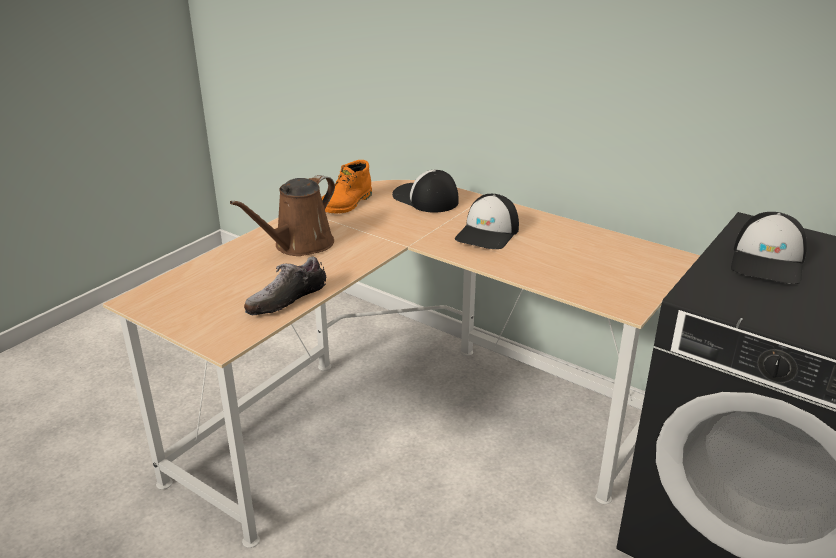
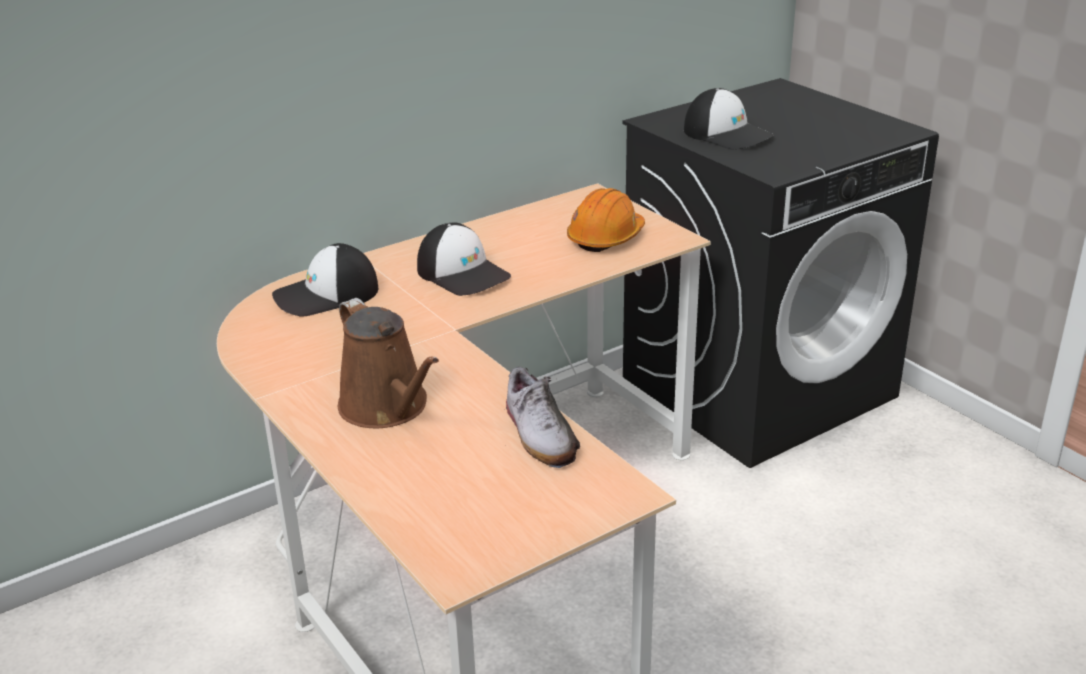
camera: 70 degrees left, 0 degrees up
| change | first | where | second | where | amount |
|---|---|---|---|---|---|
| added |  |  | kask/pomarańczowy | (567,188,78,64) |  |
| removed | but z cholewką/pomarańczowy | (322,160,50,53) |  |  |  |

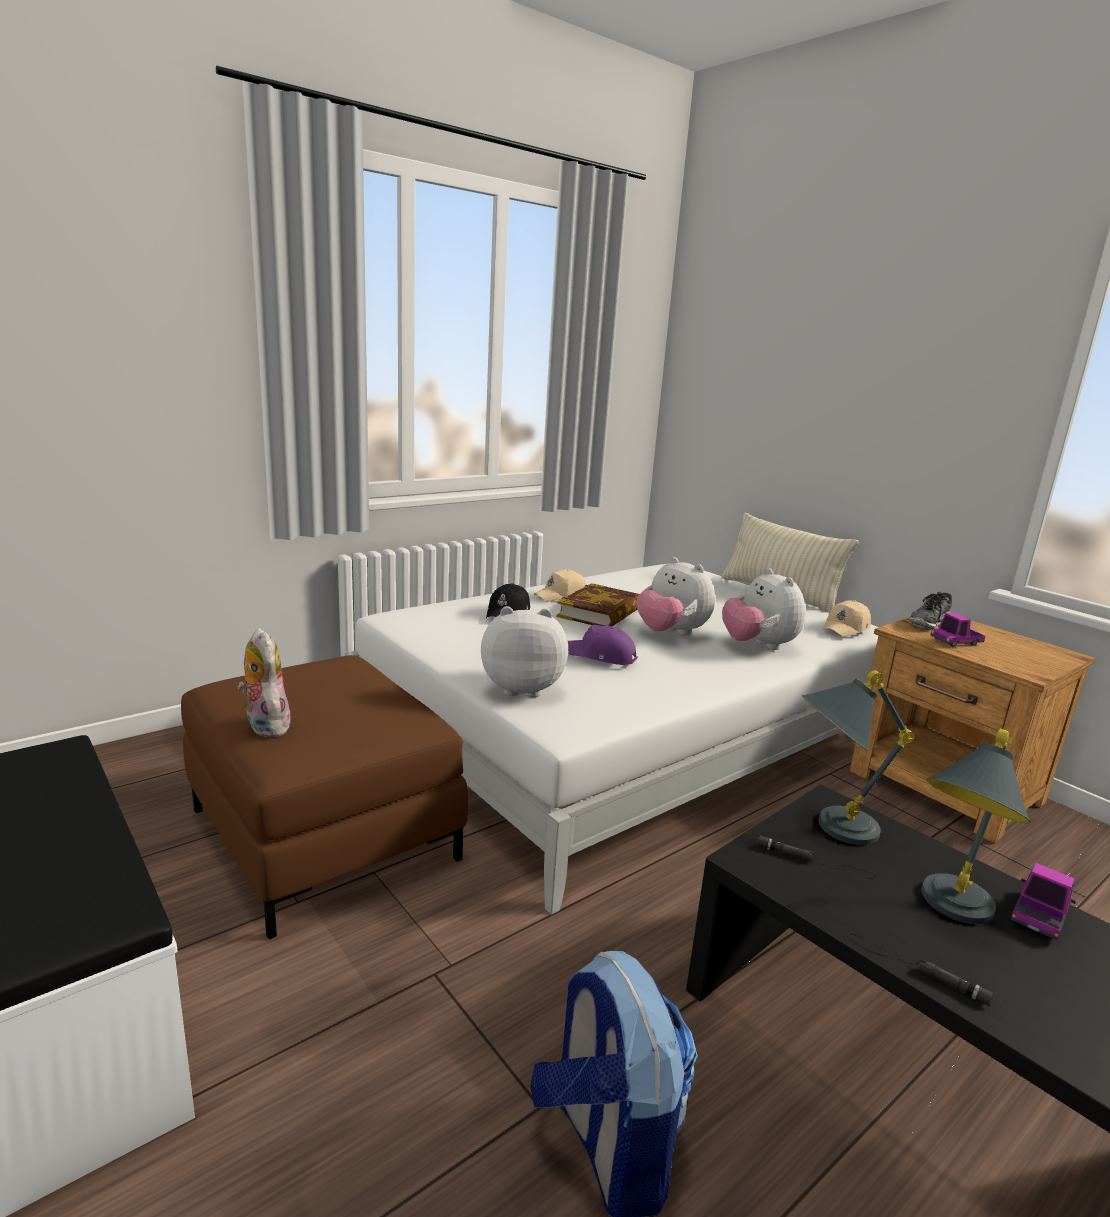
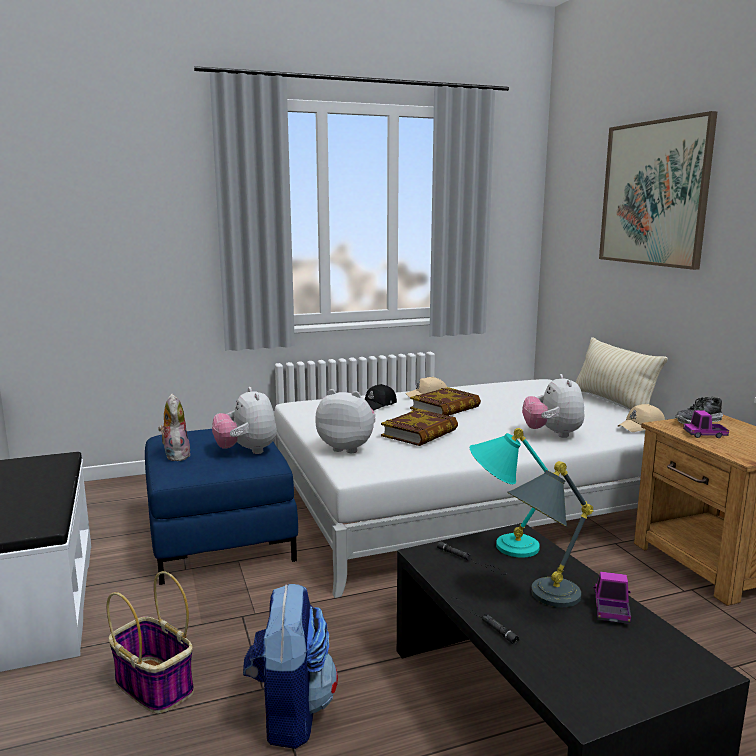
camera: 20 degrees right, 5 degrees down
| change | first | where | second | where | amount |
|---|---|---|---|---|---|
| added |  |  | koszyk | (107,571,87,143) |  |
| recoloured | pufa/brązowy | (181,655,287,284) | pufa/niebieski | (145,429,153,156) |  |
| moved | pluszak | (637,557,78,78) |  | (212,387,65,67) |  |
| replaced | czapka z daszkiem/fioletowy | (568,625,69,40) | książka | (381,409,77,37) |  |
| recoloured | lampa stołowa/szary | (802,670,113,175) | lampa stołowa/turkusowy | (470,428,81,130) |  |
| turned | ciężarówka zabawkowa | (1011,863,65,78) |  | (593,572,38,52) | 45 degrees counterclockwise |
| added |  |  | obraz | (599,111,119,159) |  |

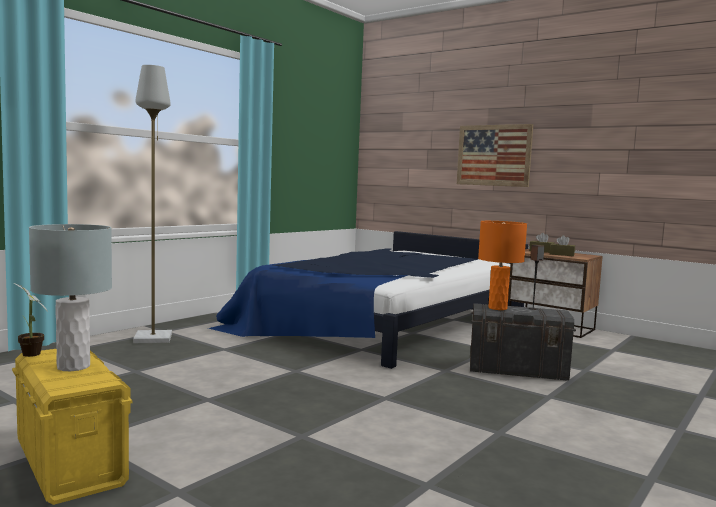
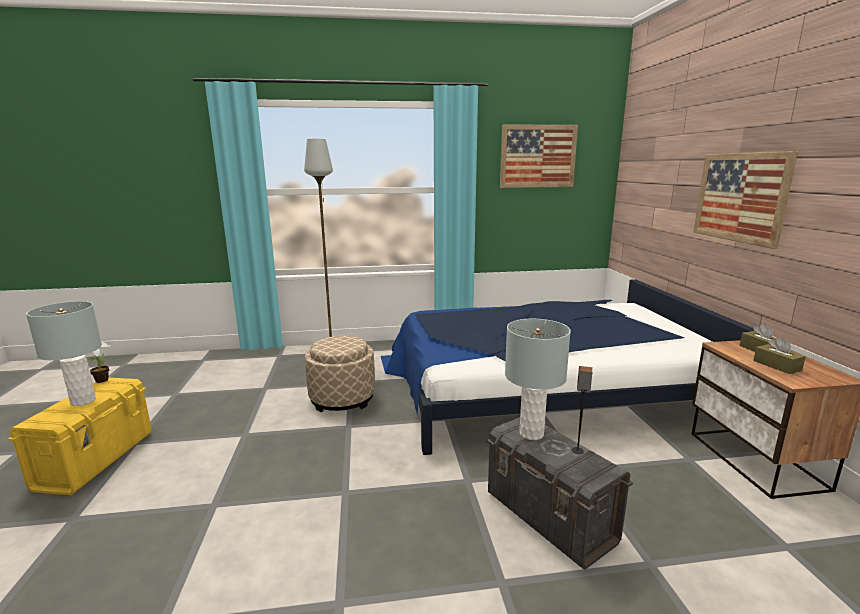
camera: 45 degrees right, 10 degrees up
| change | first | where | second | where | amount |
|---|---|---|---|---|---|
| added |  |  | pufa/beżowy | (305,336,70,76) |  |
| added |  |  | obraz | (500,124,78,64) |  |
| recoloured | lampa stołowa/pomarańczowy | (478,221,49,89) | lampa stołowa/szary | (505,319,66,121) |  |

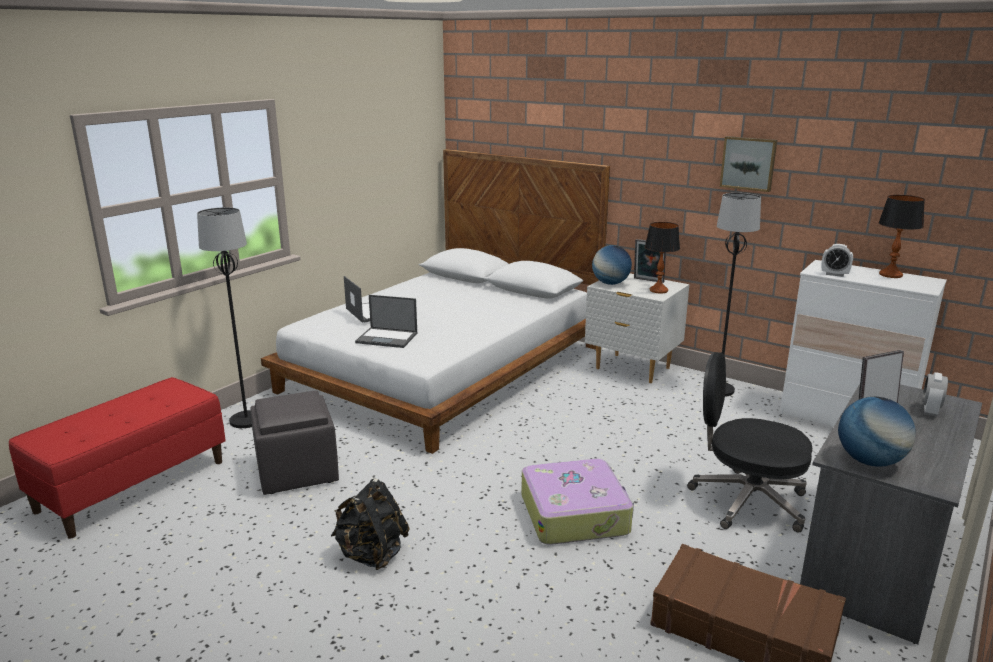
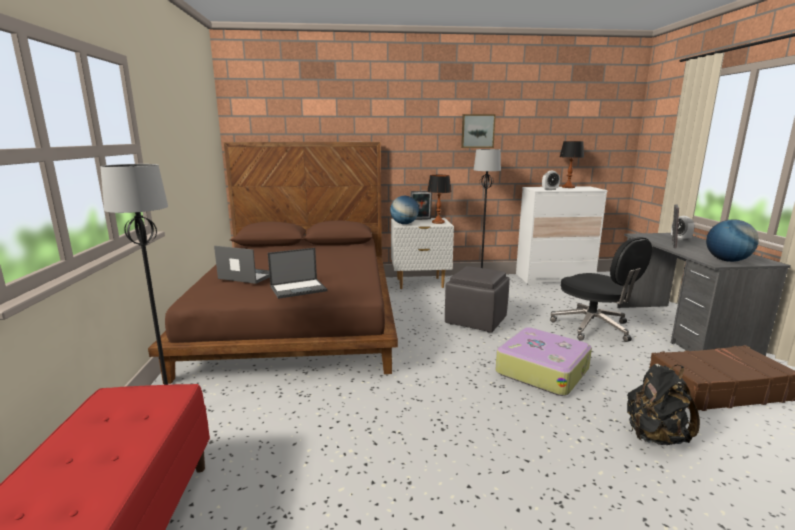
camera: 40 degrees left, 5 degrees down
| change | first | where | second | where | amount |
|---|---|---|---|---|---|
| recoloured | łóżko/biały | (261,149,349,305) | łóżko/brązowy | (148,142,250,242) |  |
| moved | pufa/szary | (250,390,89,105) |  | (445,266,65,67) |  |
| turned | krzesło biurowe/czarny | (687,352,125,181) |  | (550,237,102,105) | 105 degrees counterclockwise |
| moved | plecak/czarny | (331,478,79,92) |  | (627,364,73,81) |  |

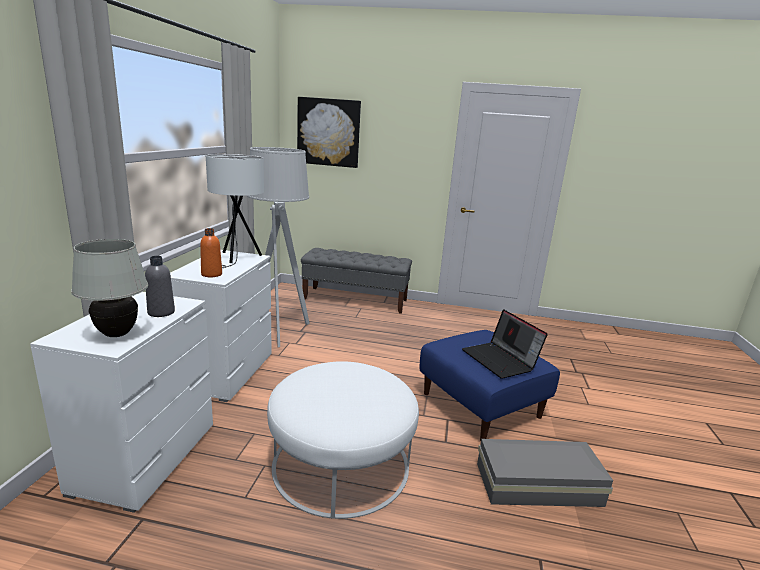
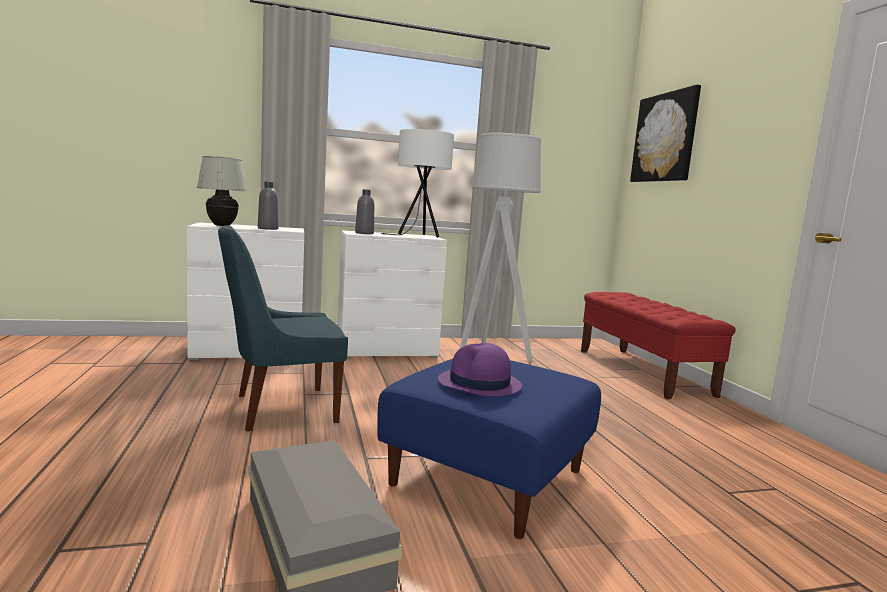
camera: 65 degrees right, 10 degrees down
| change | first | where | second | where | amount |
|---|---|---|---|---|---|
| replaced | pufa/biały | (267,361,152,158) | krzesło/niebieski | (218,225,130,207) |  |
| recoloured | butelka/pomarańczowy | (200,228,22,49) | butelka/szary | (355,189,19,45) |  |
| replaced | laptop | (462,309,86,70) | kapelusz/fioletowy | (438,342,84,55) |  |
| recoloured | ławka/szary | (301,248,111,66) | ławka/czerwony | (581,292,155,107) |  |

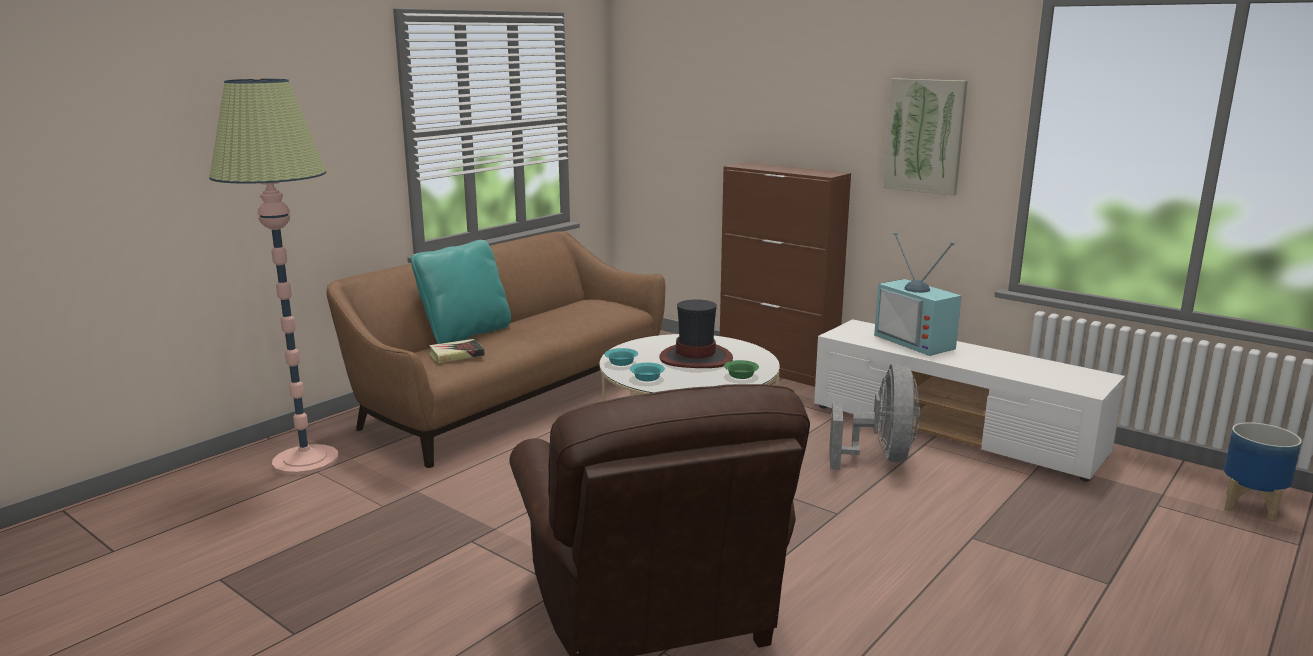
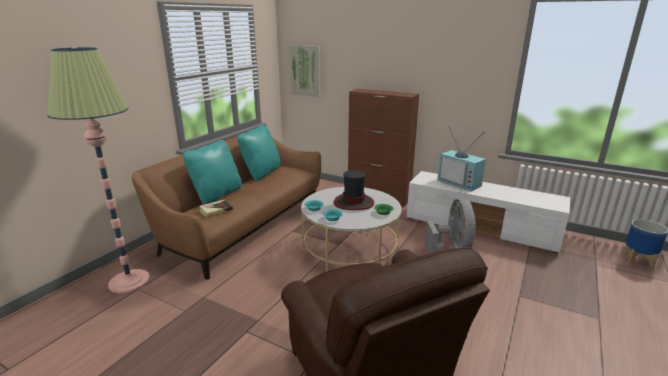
camera: 10 degrees left, 5 degrees up
| change | first | where | second | where | amount |
|---|---|---|---|---|---|
| added |  |  | poduszka/turkusowy | (237,125,44,56) |  |
| moved | obraz | (883,78,85,118) |  | (290,45,31,52) |  |

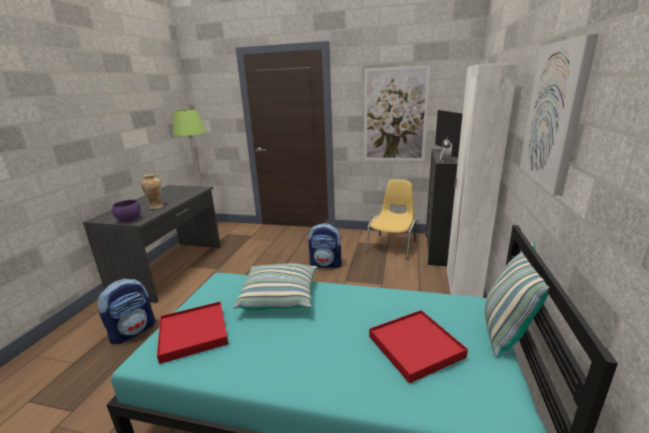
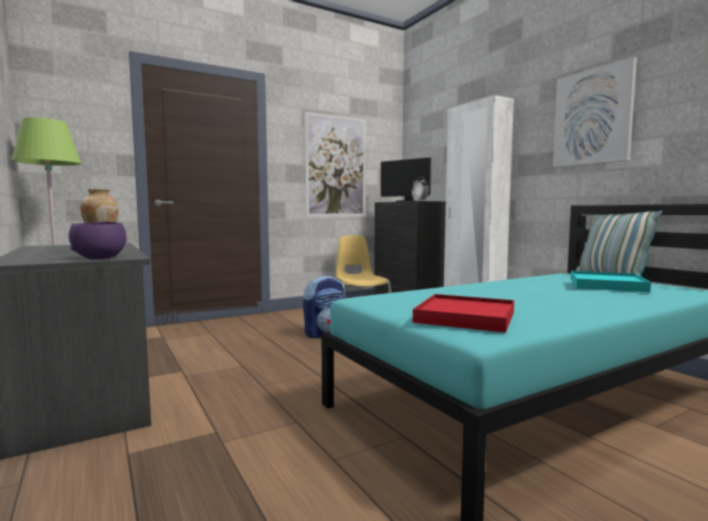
camera: 45 degrees left, 15 degrees down
| change | first | where | second | where | amount |
|---|---|---|---|---|---|
| recoloured | taca/czerwony | (369,310,99,73) | taca/turkusowy | (571,271,80,21) |  |
| removed | plecak | (98,279,57,65) |  |  |  |
| removed | poduszka | (233,263,84,47) |  |  |  |

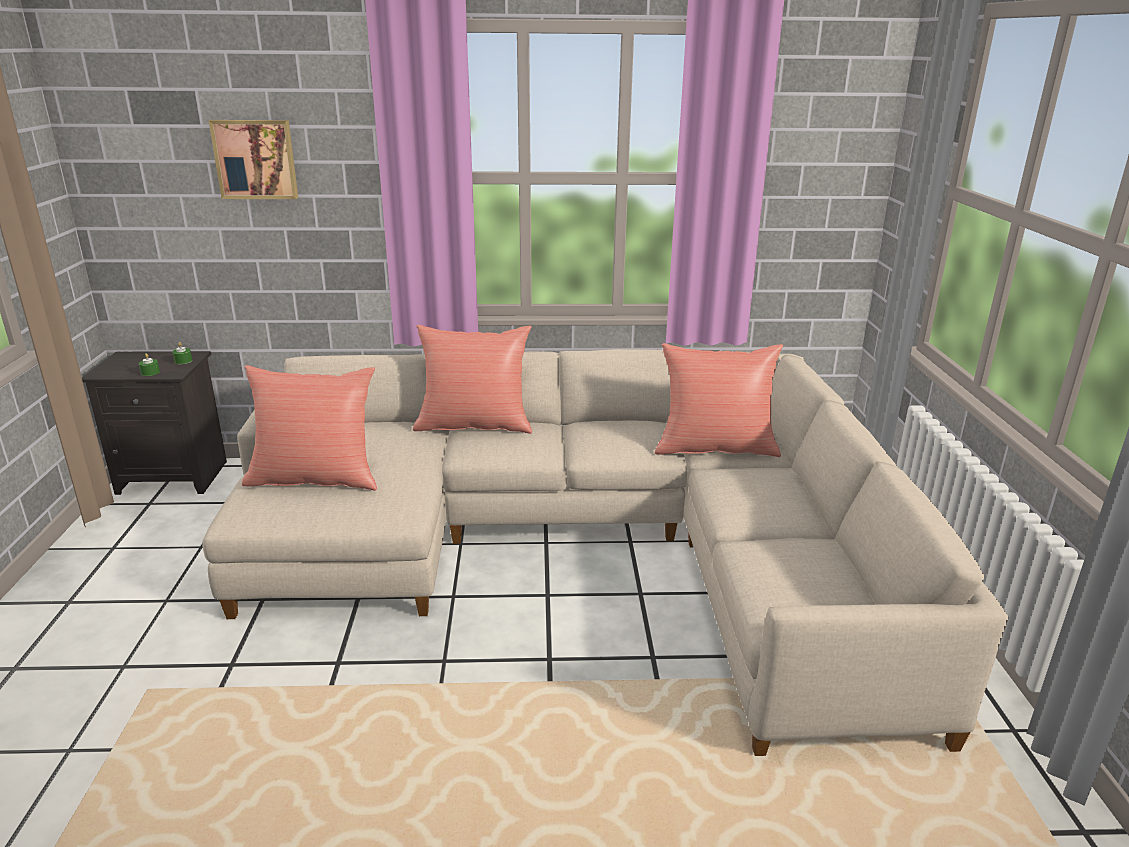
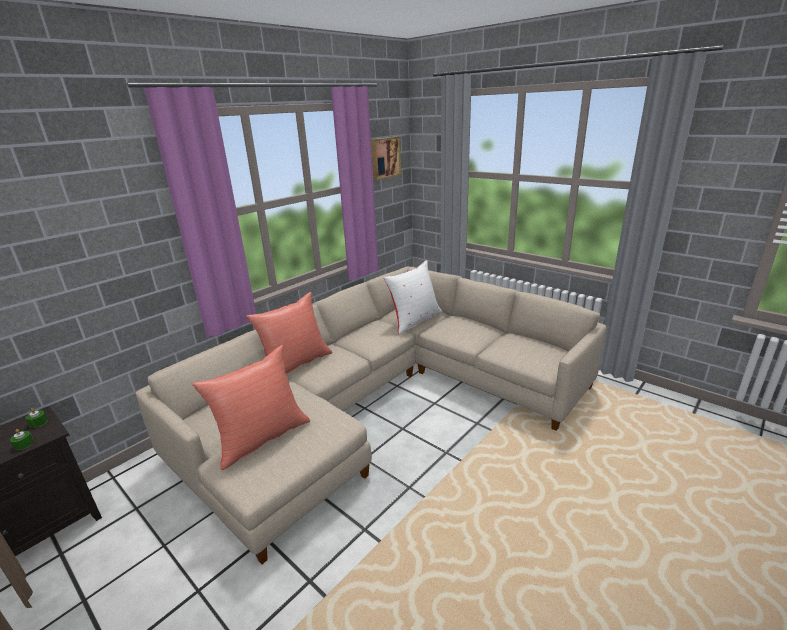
camera: 45 degrees left, 0 degrees up
| change | first | where | second | where | amount |
|---|---|---|---|---|---|
| moved | obraz | (209,120,89,79) |  | (371,137,30,43) |  |
| recoloured | poduszka/czerwony | (655,343,128,114) | poduszka/biały | (383,260,60,75) |  |

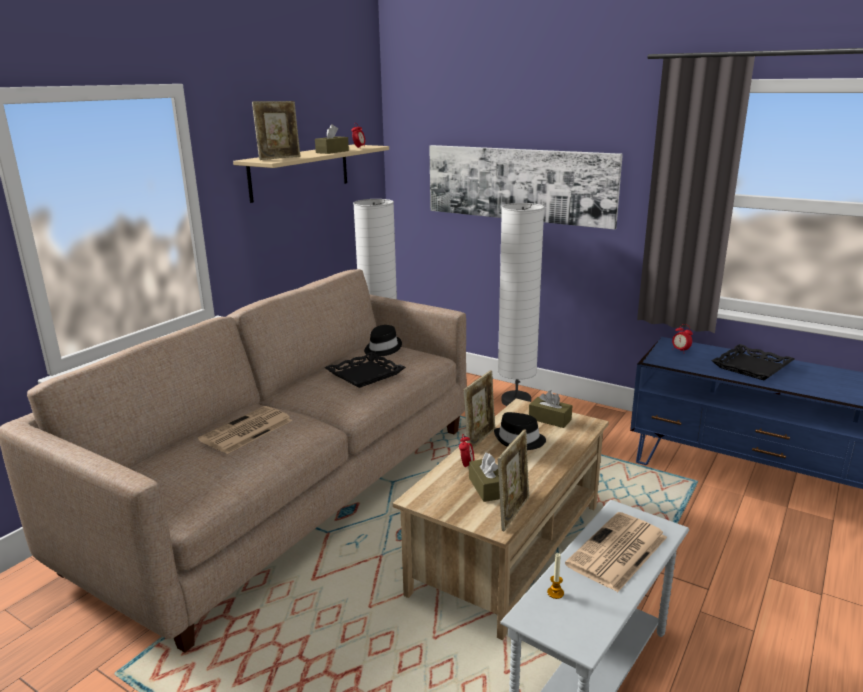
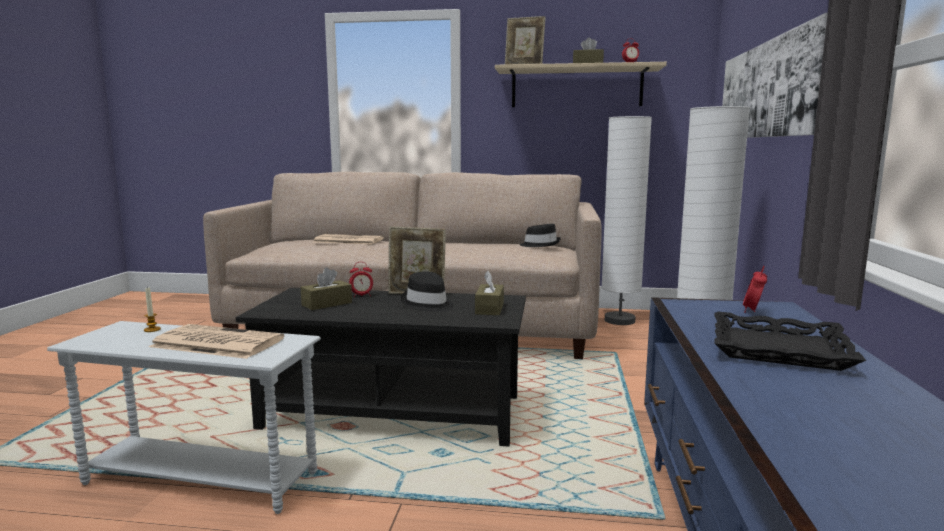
camera: 65 degrees right, 10 degrees down
| change | first | where | second | where | amount |
|---|---|---|---|---|---|
| recoloured | ława/beżowy | (393,398,216,242) | ława/czarny | (236,288,290,158) |  |
| removed | taca/czarny | (325,352,81,36) |  |  |  |
| removed | ramka na zdjęcie | (498,430,31,101) |  |  |  |

